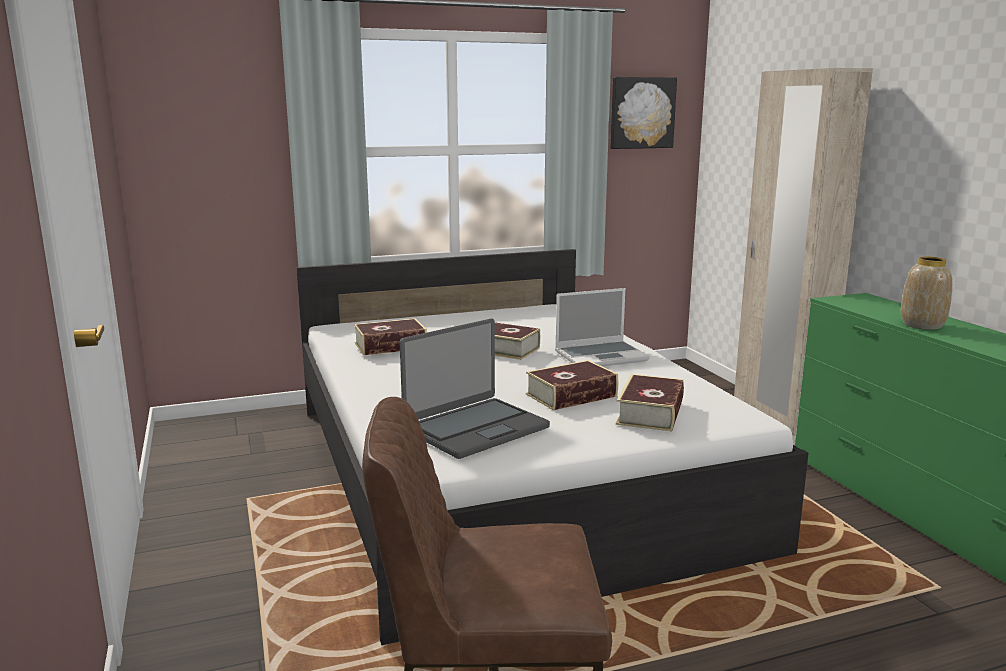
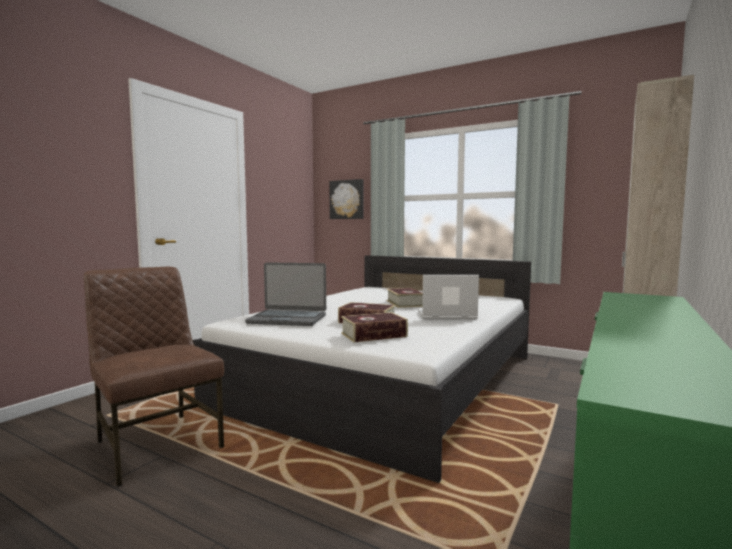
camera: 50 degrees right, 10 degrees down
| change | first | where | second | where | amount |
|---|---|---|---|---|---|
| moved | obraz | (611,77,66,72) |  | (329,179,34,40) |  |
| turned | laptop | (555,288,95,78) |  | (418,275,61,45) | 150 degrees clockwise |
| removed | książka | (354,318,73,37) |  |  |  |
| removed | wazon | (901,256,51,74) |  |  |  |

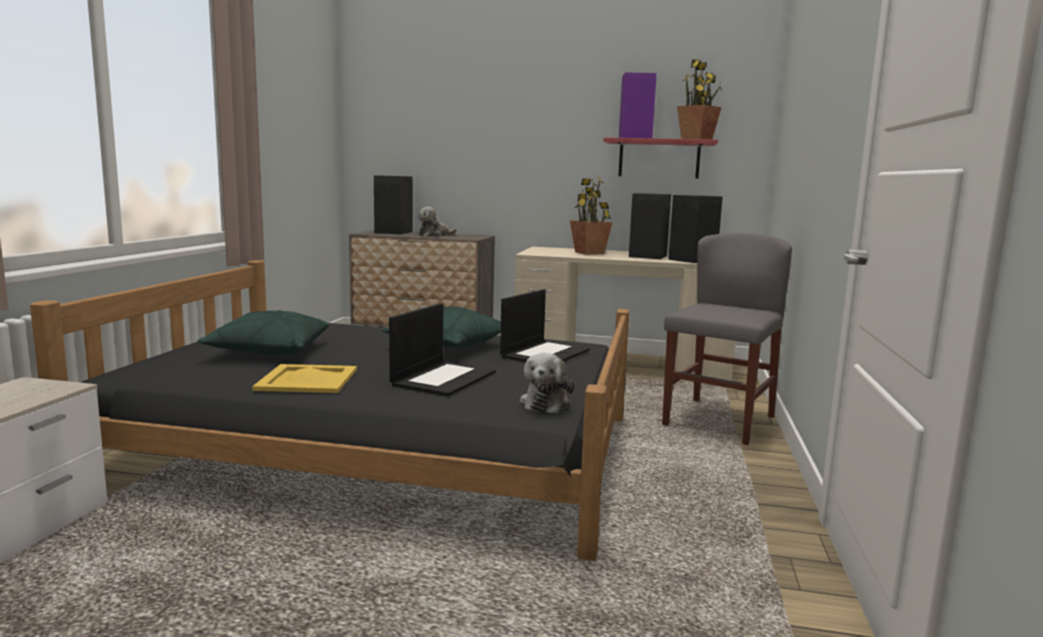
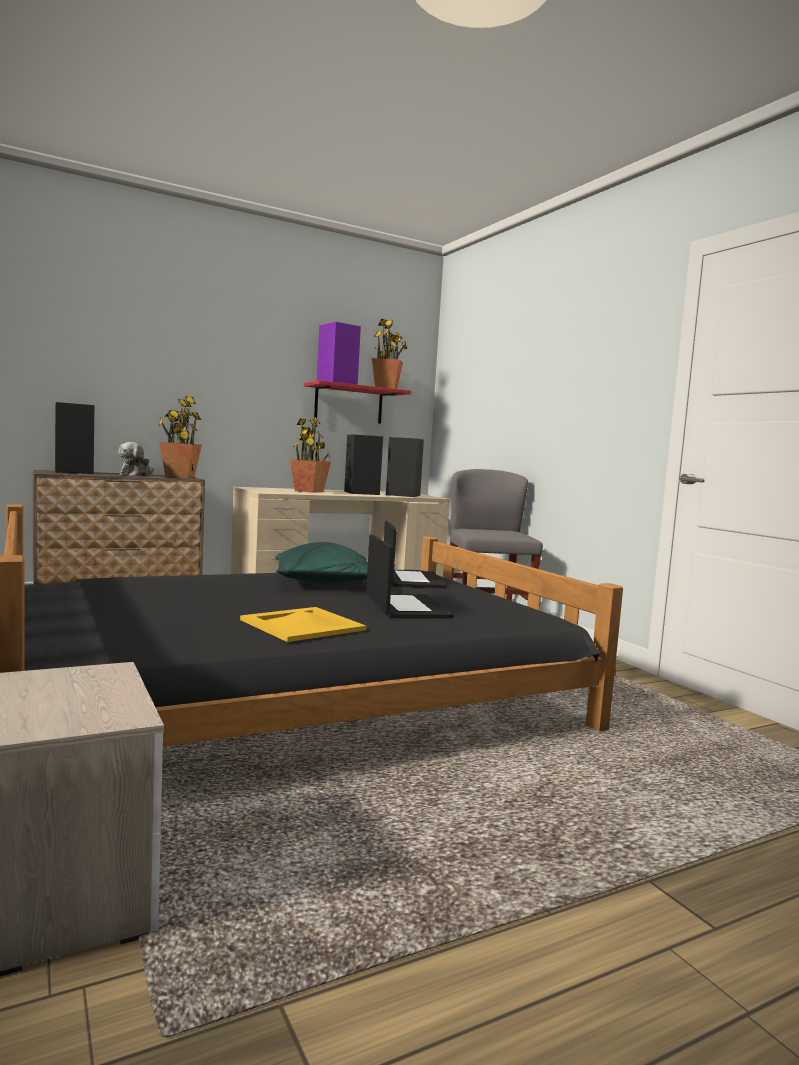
camera: 40 degrees left, 5 degrees down
| change | first | where | second | where | amount |
|---|---|---|---|---|---|
| added |  |  | roślina doniczkowa | (158,396,44,82) |  |
| removed | poduszka/zielony | (197,310,132,45) |  |  |  |
| removed | pluszak | (520,353,55,61) |  |  |  |

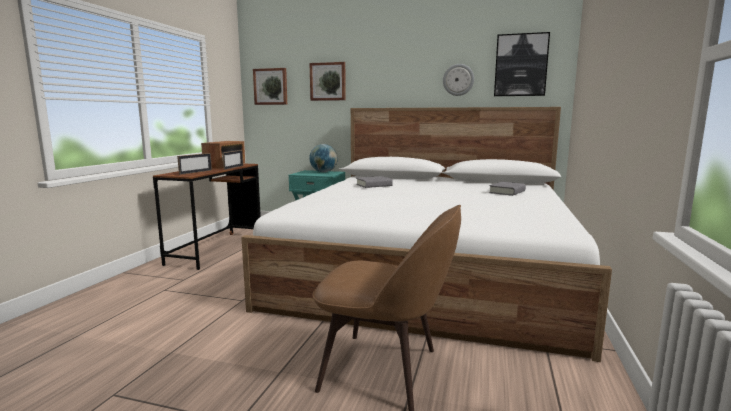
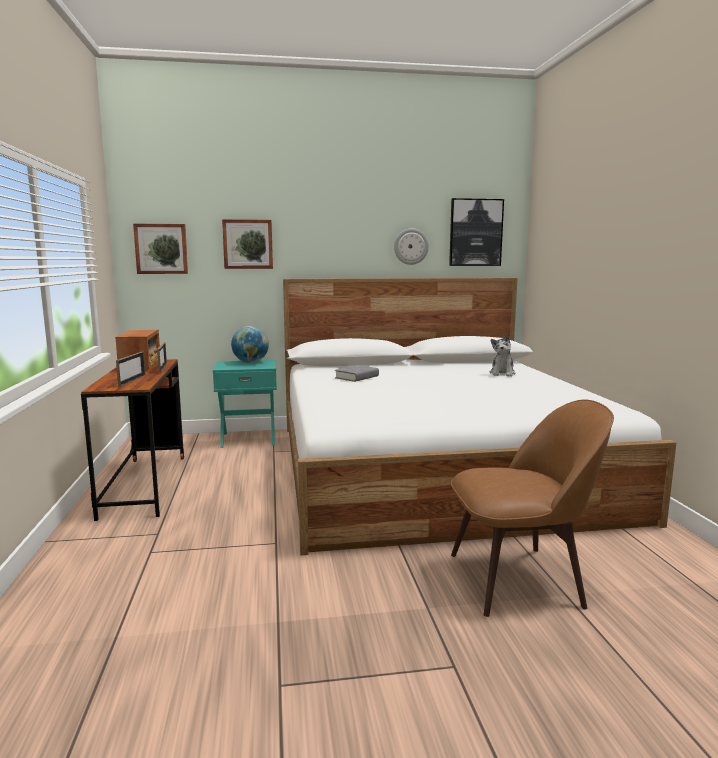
camera: 25 degrees left, 0 degrees up
| change | first | where | second | where | amount |
|---|---|---|---|---|---|
| replaced | książka/szary | (489,182,37,14) | pluszak | (490,334,26,43) |  |

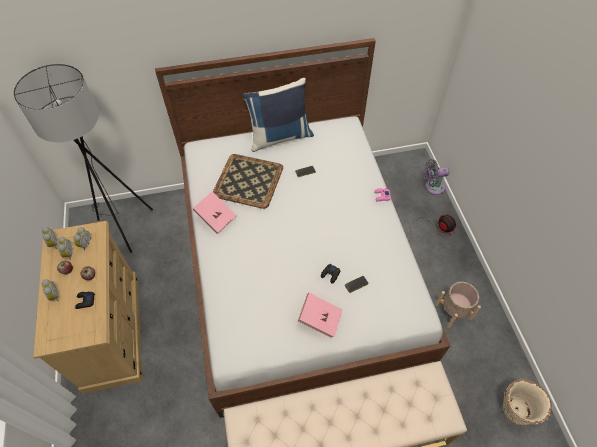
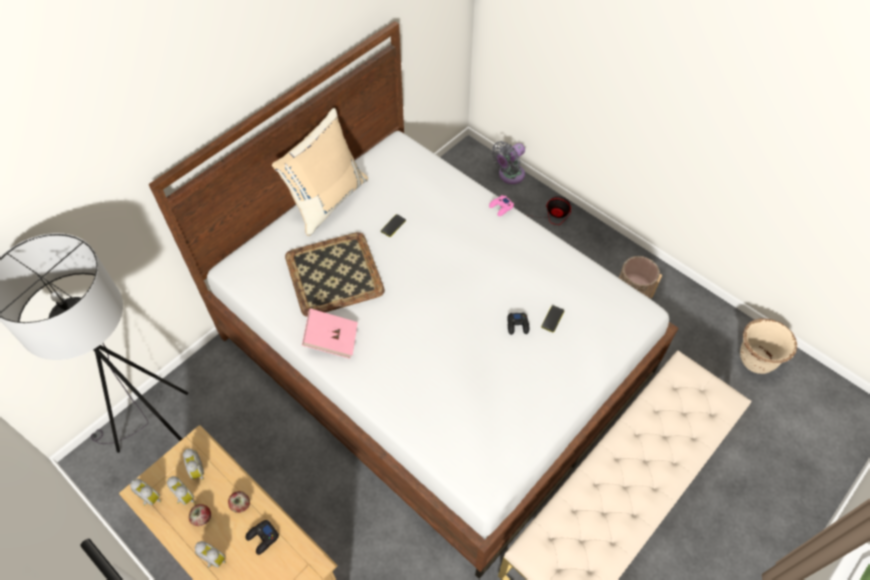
camera: 35 degrees left, 0 degrees up
| change | first | where | second | where | amount |
|---|---|---|---|---|---|
| recoloured | poduszka/niebieski | (242,78,72,74) | poduszka/beżowy | (272,108,96,128) |  |
| removed | książka/różowy | (298,293,44,45) |  |  |  |

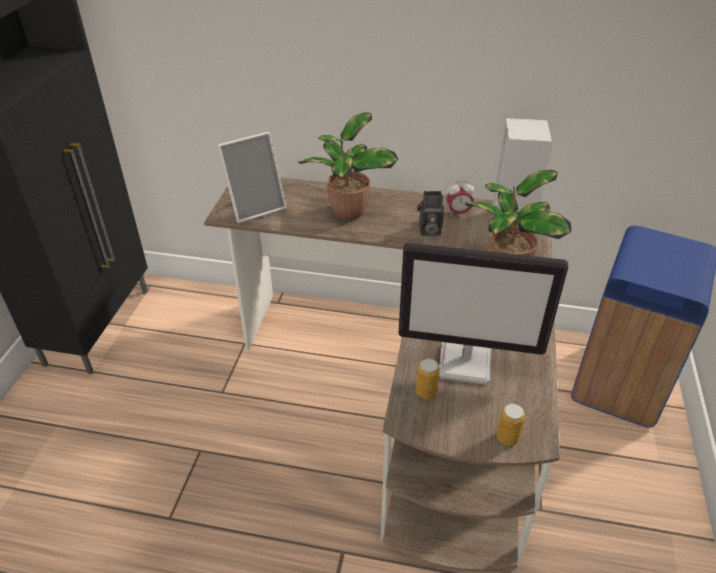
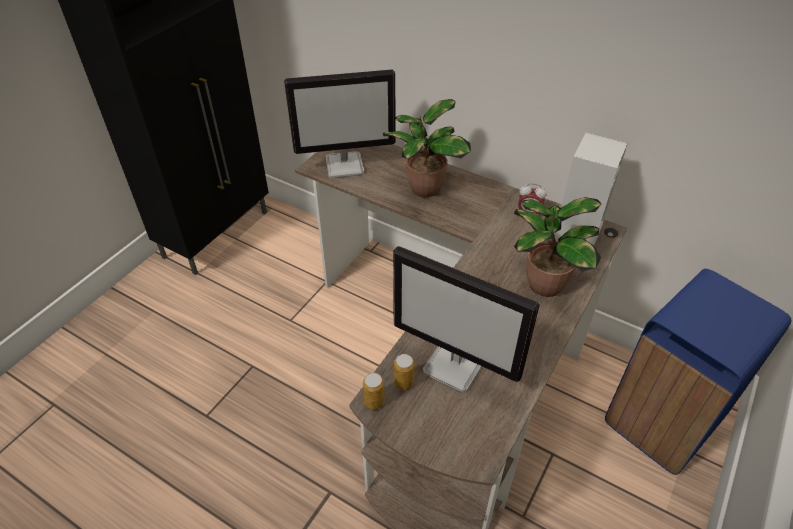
camera: 20 degrees right, 5 degrees up
| change | first | where | second | where | amount |
|---|---|---|---|---|---|
| replaced | ramka na zdjęcie | (217,132,70,91) | monitor | (284,69,111,109) |  |
| moved | puszka | (497,403,28,43) |  | (363,373,21,37) |  |
| removed | aparat fotograficzny | (417,191,27,45) |  |  |  |

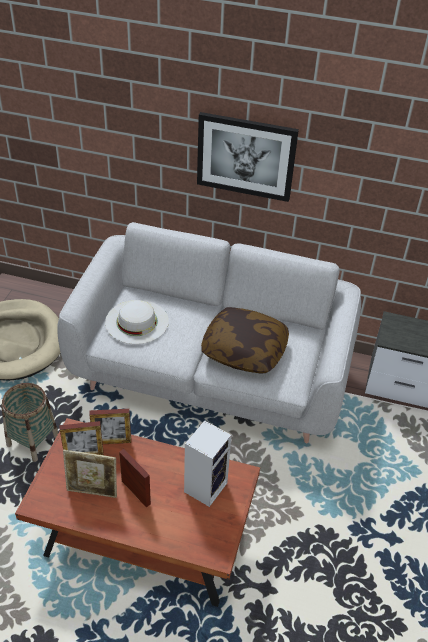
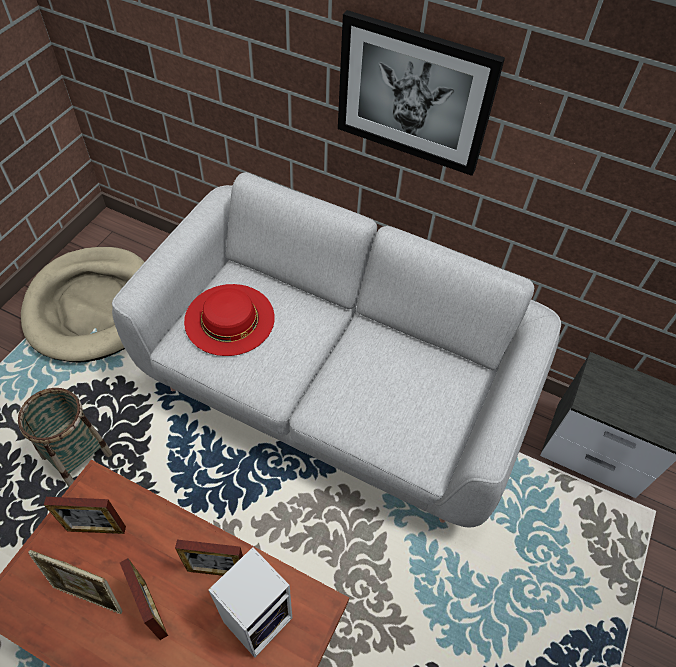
camera: 10 degrees right, 10 degrees up
| change | first | where | second | where | amount |
|---|---|---|---|---|---|
| moved | ramka na zdjęcie | (89,409,42,35) |  | (175,540,68,36) |  |
| recoloured | kapelusz/biały | (105,300,64,44) | kapelusz/czerwony | (184,284,91,72) |  |
| removed | poduszka | (201,307,88,66) |  |  |  |

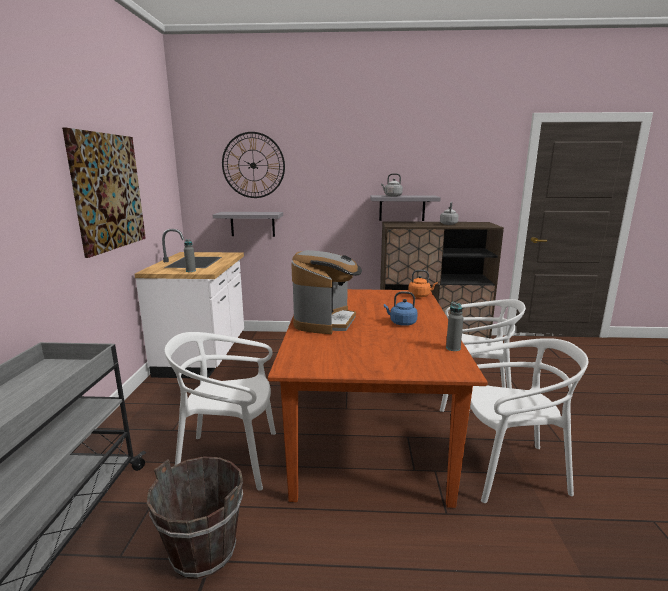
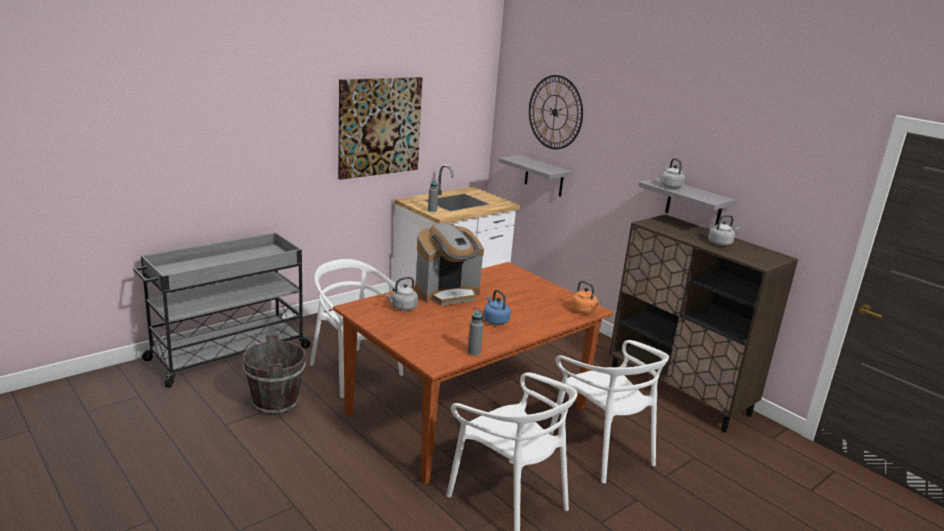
camera: 45 degrees right, 5 degrees up
| change | first | where | second | where | amount |
|---|---|---|---|---|---|
| added |  |  | czajnik/szary | (385,277,33,34) |  |

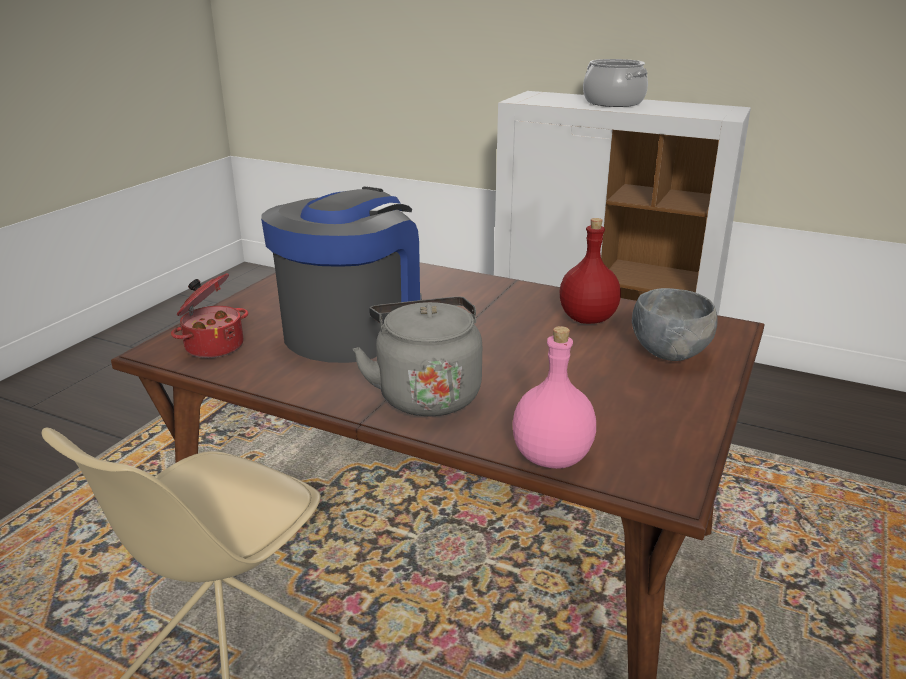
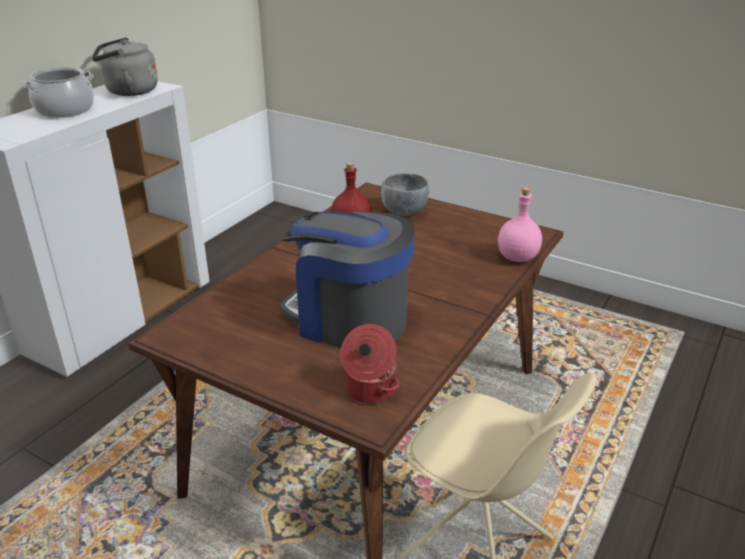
camera: 85 degrees left, 5 degrees up
| change | first | where | second | where | amount |
|---|---|---|---|---|---|
| moved | czajnik/szary | (353,297,129,119) |  | (92,37,66,59) |  |

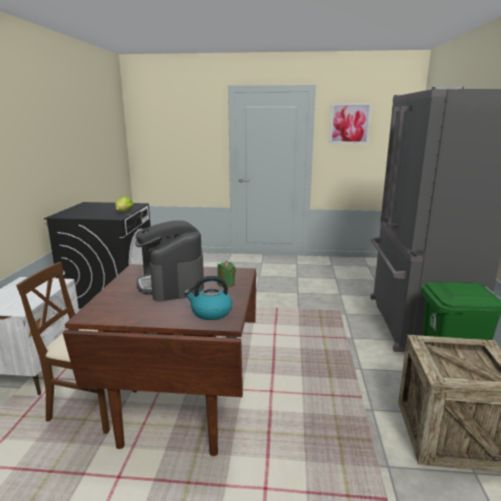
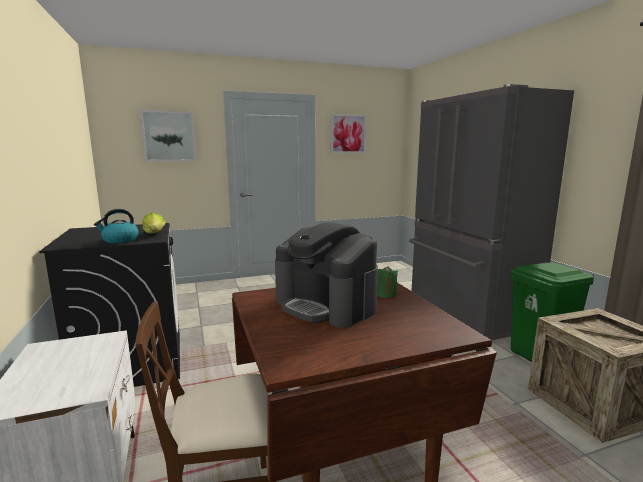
camera: 25 degrees left, 5 degrees down
| change | first | where | second | where | amount |
|---|---|---|---|---|---|
| moved | czajnik | (184,276,48,44) |  | (94,209,45,34) |  |
| added |  |  | obraz | (140,110,56,52) |  |

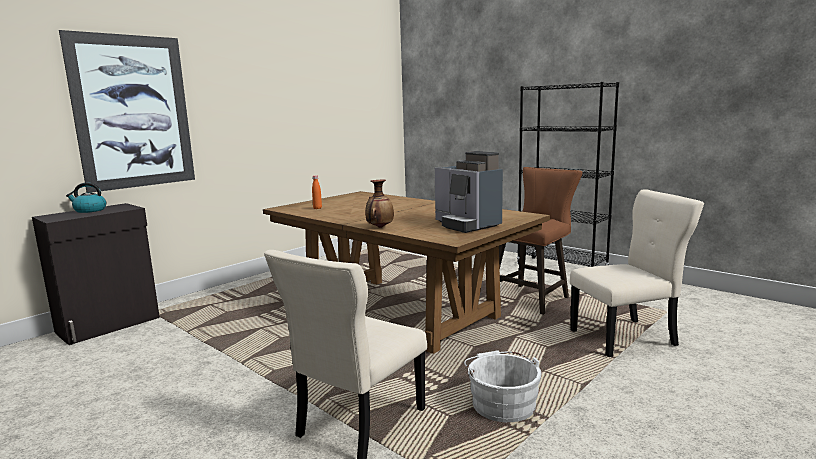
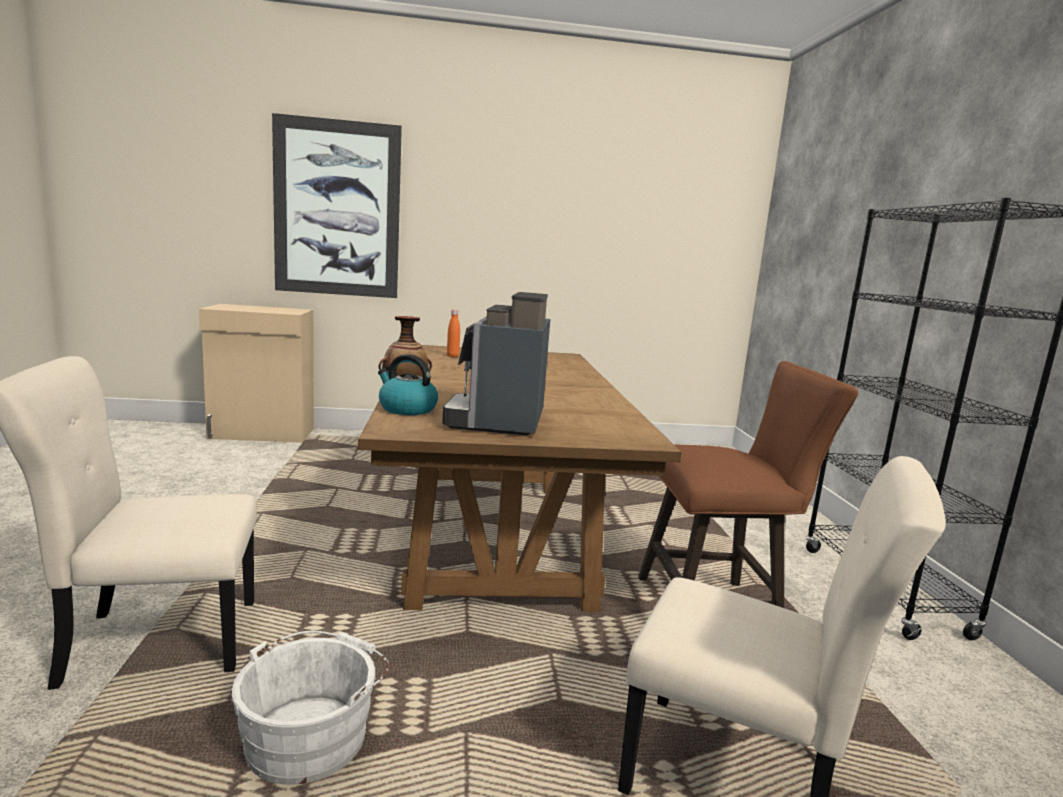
camera: 40 degrees right, 0 degrees up
| change | first | where | second | where | amount |
|---|---|---|---|---|---|
| recoloured | szafka/czarny | (32,203,128,142) | szafka/beżowy | (199,304,115,139) |  |
| moved | czajnik | (66,183,40,30) |  | (378,354,60,61) |  |

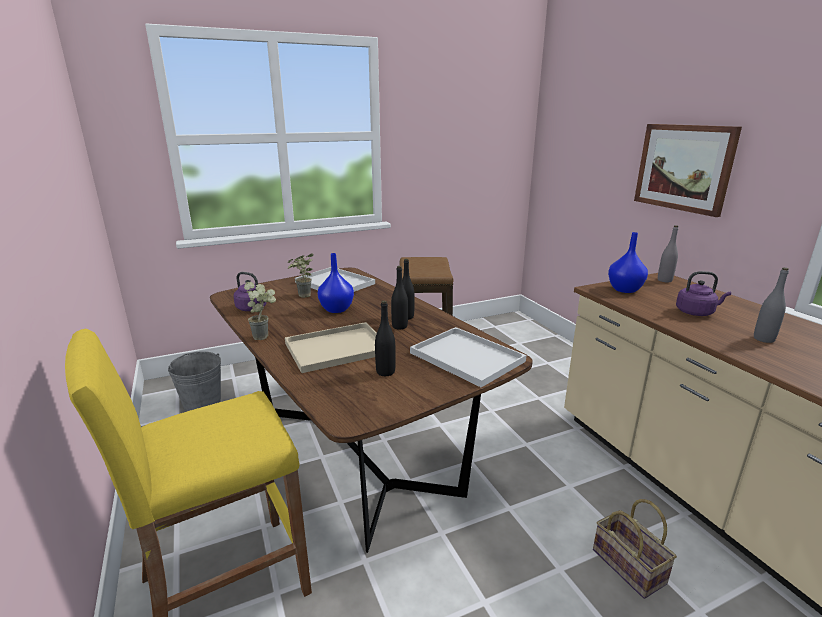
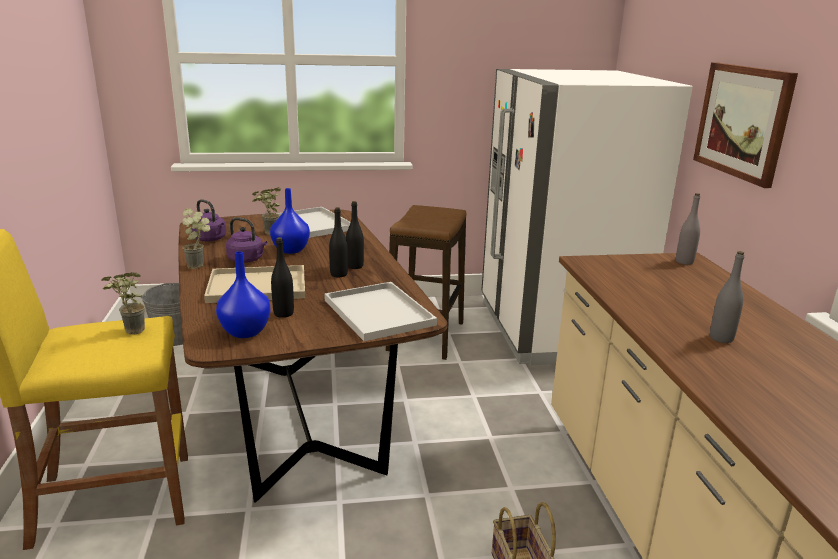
camera: 15 degrees right, 0 degrees up
| change | first | where | second | where | amount |
|---|---|---|---|---|---|
| added |  |  | roślina doniczkowa | (102,272,43,63) |  |
| moved | wazon/niebieski | (608,232,40,61) |  | (216,251,54,87) |  |
| moved | czajnik/fioletowy | (676,271,55,45) |  | (226,217,41,46) |  |
| added |  |  | lodówka/biały | (481,69,212,296) |  |

